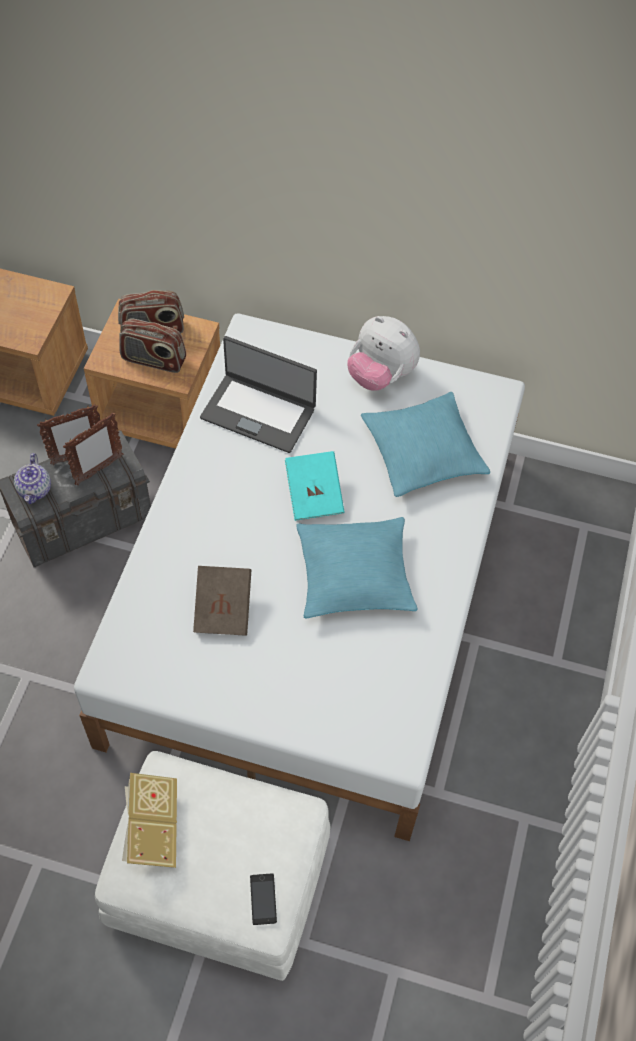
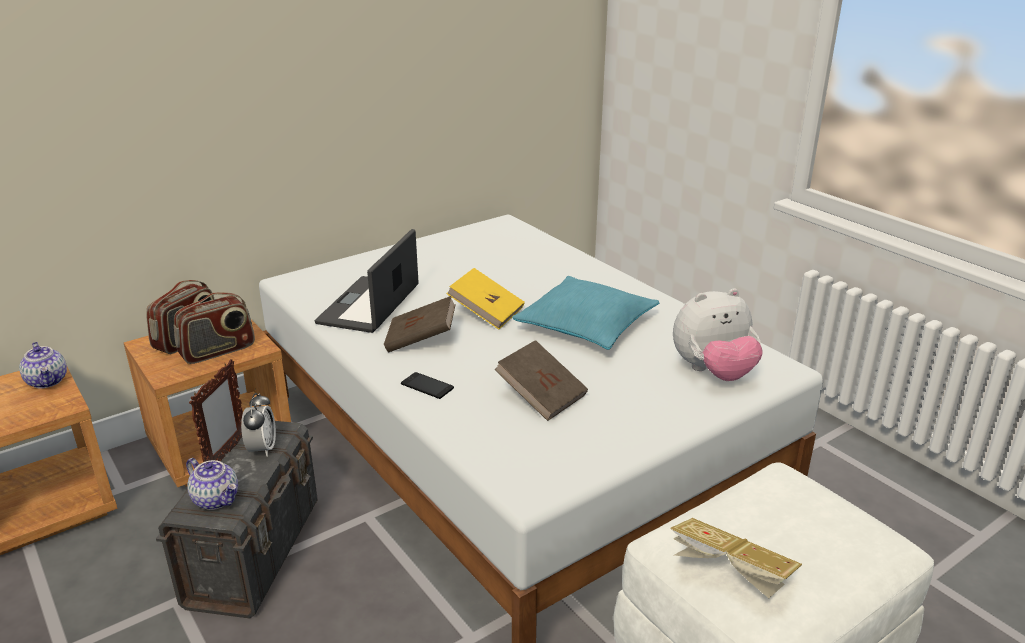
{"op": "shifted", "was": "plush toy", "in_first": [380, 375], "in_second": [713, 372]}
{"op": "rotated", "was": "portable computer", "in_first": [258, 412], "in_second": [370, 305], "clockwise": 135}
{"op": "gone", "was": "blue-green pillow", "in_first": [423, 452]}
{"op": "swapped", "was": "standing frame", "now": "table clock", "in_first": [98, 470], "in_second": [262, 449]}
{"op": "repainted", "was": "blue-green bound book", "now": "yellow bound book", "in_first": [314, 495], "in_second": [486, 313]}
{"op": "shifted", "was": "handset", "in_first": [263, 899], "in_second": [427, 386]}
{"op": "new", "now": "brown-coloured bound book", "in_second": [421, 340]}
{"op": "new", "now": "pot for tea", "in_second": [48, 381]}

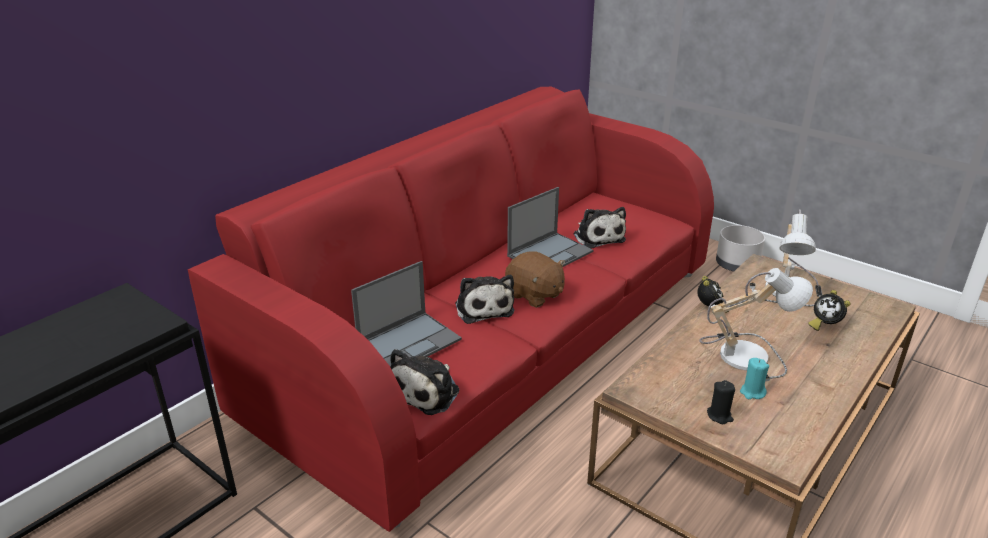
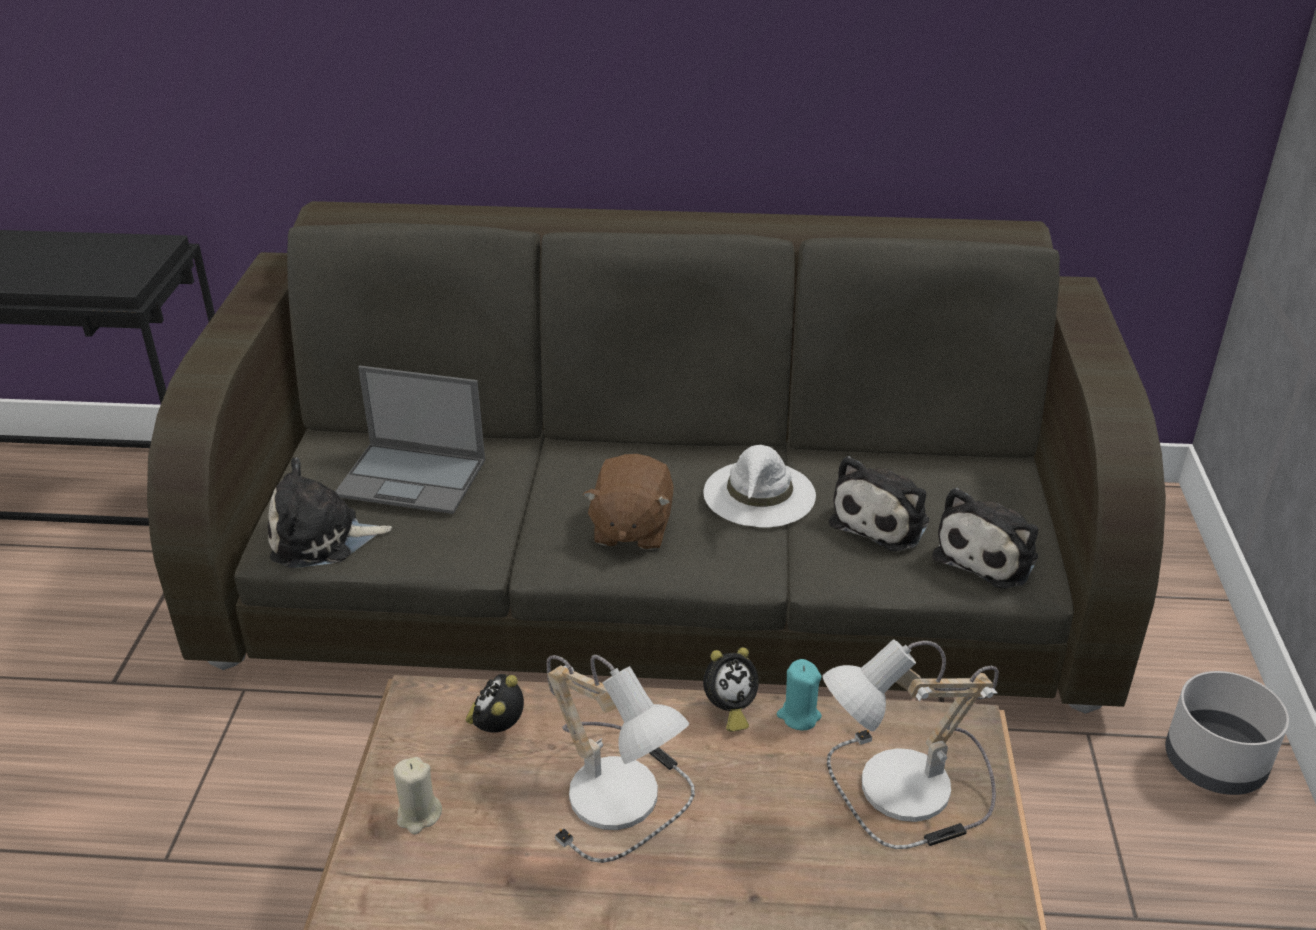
{"op": "repainted", "was": "red sofa", "now": "grey sofa", "in_first": [493, 336], "in_second": [658, 572]}
{"op": "swapped", "was": "portable computer", "now": "whitish wearable hat", "in_first": [550, 253], "in_second": [759, 494]}
{"op": "shifted", "was": "plush toy", "in_first": [483, 307], "in_second": [989, 555]}
{"op": "shifted", "was": "table clock", "in_first": [824, 325], "in_second": [497, 728]}
{"op": "shifted", "was": "blue-green candle", "in_first": [752, 392], "in_second": [799, 716]}
{"op": "repainted", "was": "black-coloured candle", "now": "beige candle", "in_first": [719, 416], "in_second": [418, 815]}

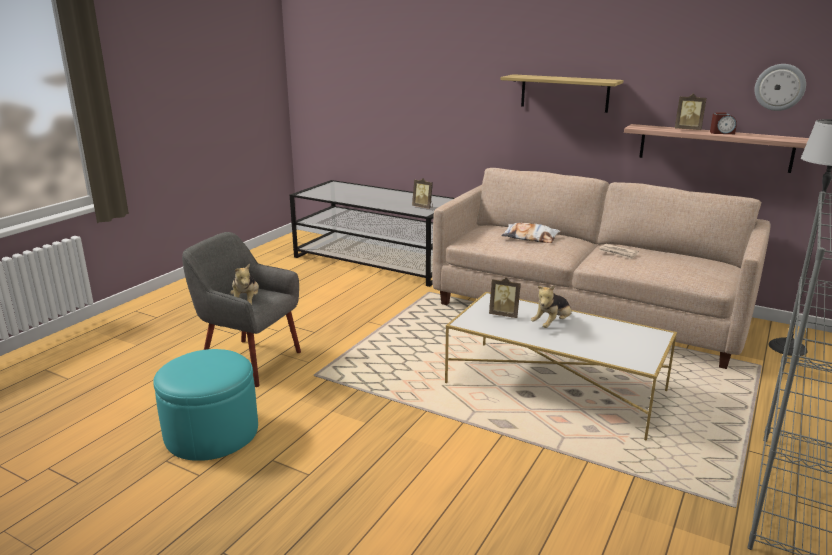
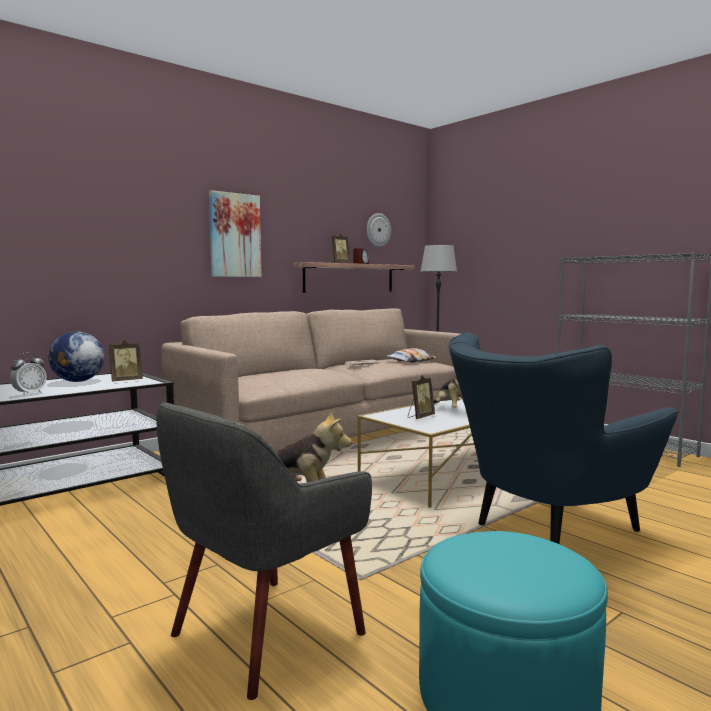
{"op": "swapped", "was": "shelf", "now": "wall picture", "in_first": [564, 93], "in_second": [234, 235]}
{"op": "shifted", "was": "pillow", "in_first": [530, 237], "in_second": [411, 361]}
{"op": "new", "now": "world globe", "in_second": [77, 381]}
{"op": "new", "now": "blue lounge chair", "in_second": [546, 530]}
{"op": "new", "now": "table clock", "in_second": [29, 394]}

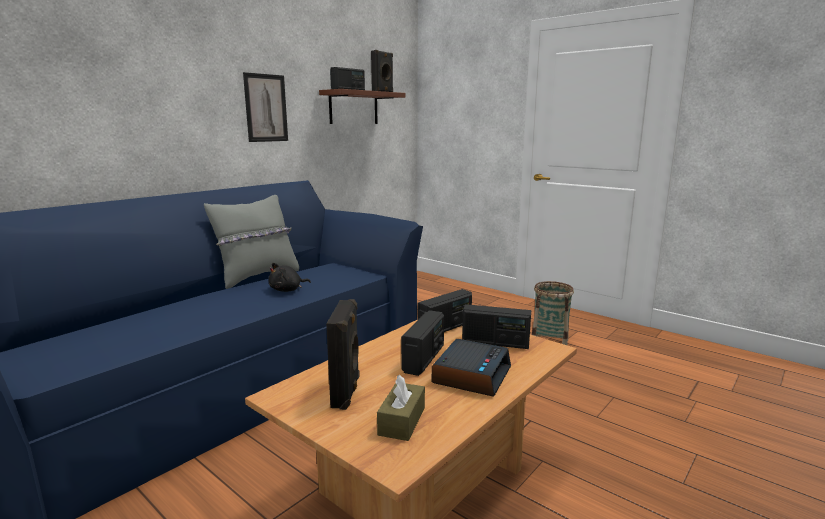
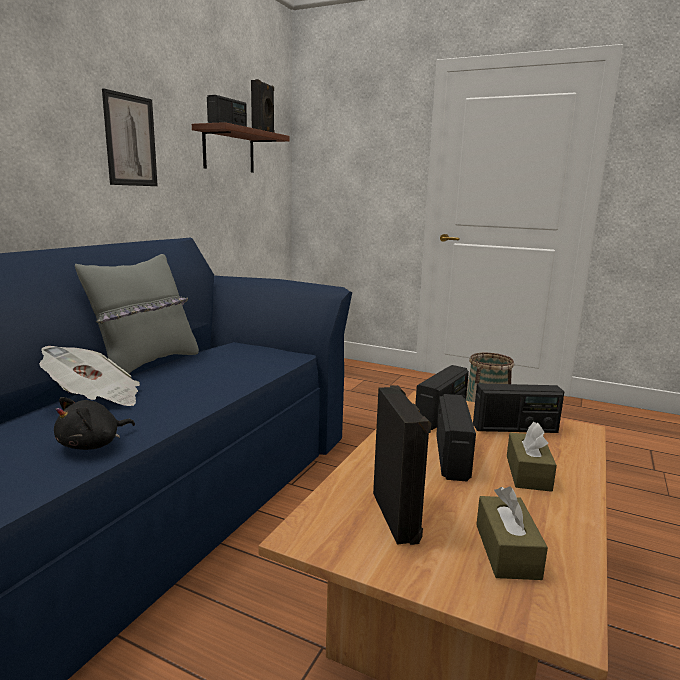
{"op": "shifted", "was": "black-coloured plush toy", "in_first": [287, 290], "in_second": [93, 444]}
{"op": "swapped", "was": "table clock", "now": "brown-coloured tissue holder", "in_first": [471, 375], "in_second": [528, 473]}
{"op": "new", "now": "newspaper", "in_second": [96, 398]}

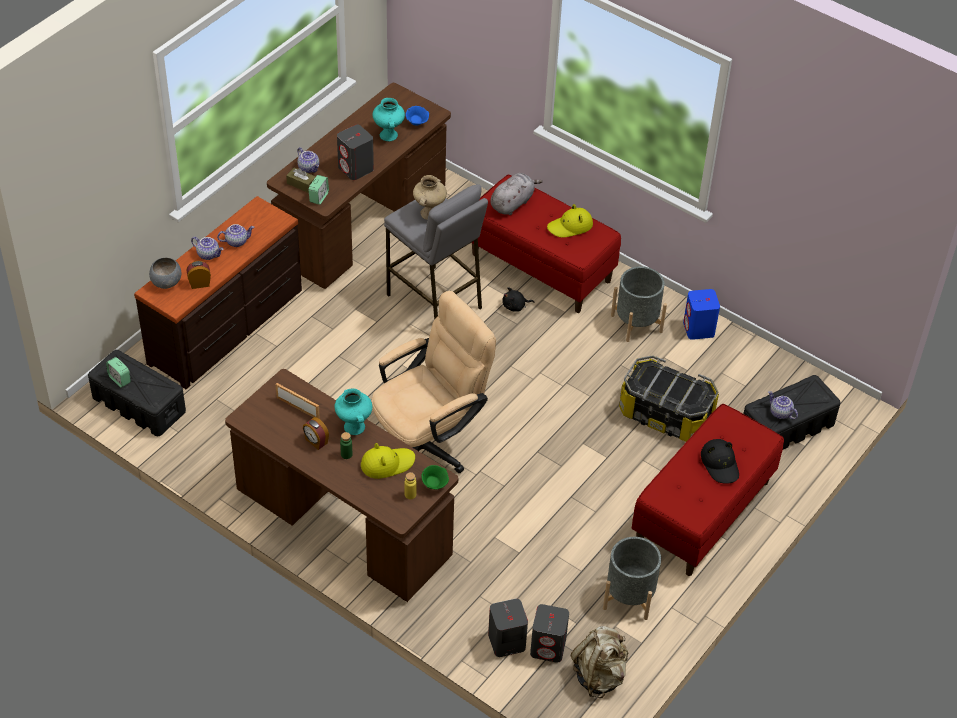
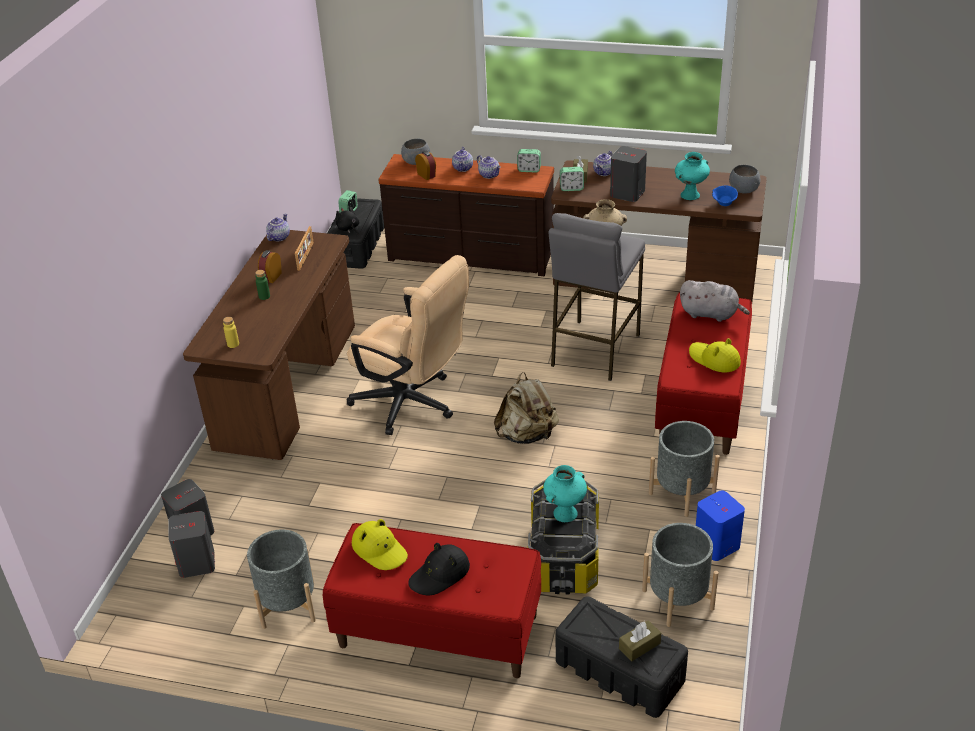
{"op": "shifted", "was": "black-coloured plush toy", "in_first": [515, 306], "in_second": [348, 229]}
{"op": "shifted", "was": "blue-green flower vase", "in_first": [353, 426], "in_second": [565, 513]}
{"op": "shifted", "was": "pot for tea", "in_first": [780, 413], "in_second": [278, 237]}
{"op": "shifted", "was": "yellow wearable hat", "in_first": [387, 463], "in_second": [380, 550]}
{"op": "gone", "was": "green serving bowl", "in_first": [434, 484]}
{"op": "shifted", "was": "beige knapsack", "in_first": [599, 675], "in_second": [527, 435]}
{"op": "new", "now": "table clock", "in_second": [529, 169]}
{"op": "new", "now": "grey serving bowl", "in_second": [743, 190]}
{"op": "new", "now": "grey plant pot", "in_second": [677, 599]}
{"op": "new", "now": "brown-coloured tissue holder", "in_second": [639, 646]}

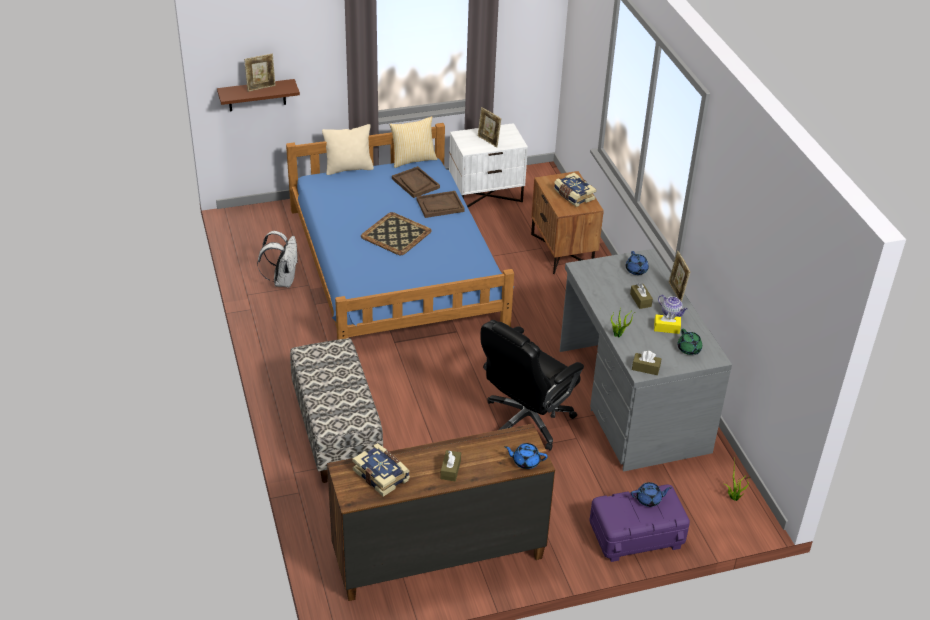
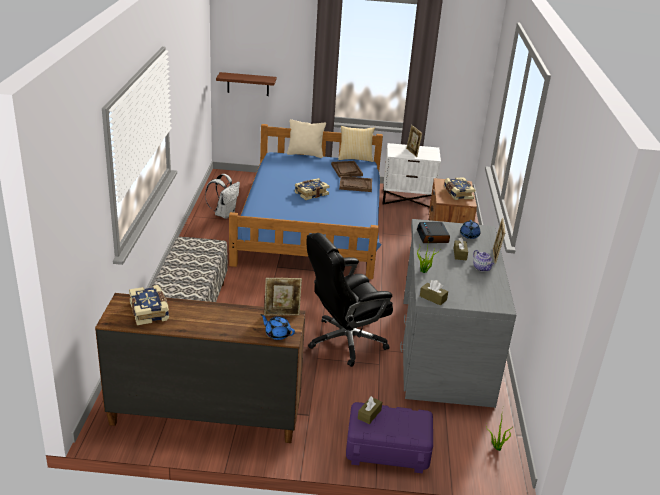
{"op": "shifted", "was": "standing frame", "in_first": [261, 88], "in_second": [282, 314]}
{"op": "swapped", "was": "tray", "now": "bound book", "in_first": [397, 234], "in_second": [311, 193]}
{"op": "gone", "was": "yellow tissue holder", "in_first": [666, 328]}
{"op": "gone", "was": "green pot for tea", "in_first": [689, 349]}
{"op": "shifted", "was": "brown-coloured tissue holder", "in_first": [450, 470], "in_second": [369, 414]}
{"op": "gone", "was": "blue pot for tea", "in_first": [649, 499]}
{"op": "new", "now": "table clock", "in_second": [433, 237]}

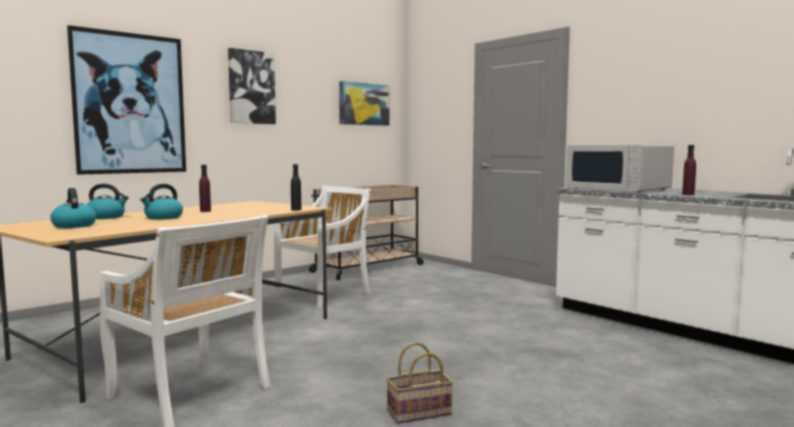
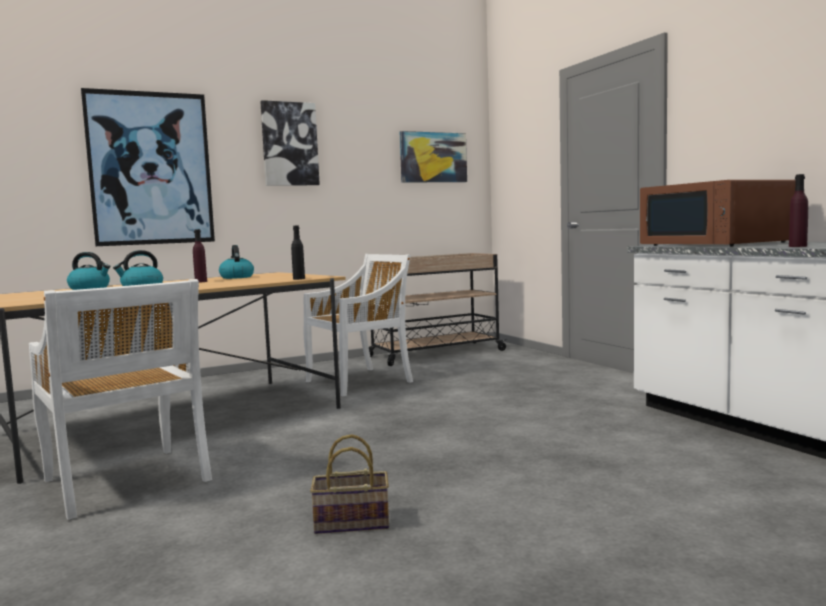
{"op": "repainted", "was": "whitish microwave oven", "now": "brown-coloured microwave oven", "in_first": [618, 189], "in_second": [715, 244]}
{"op": "shifted", "was": "water kettle", "in_first": [74, 225], "in_second": [236, 277]}

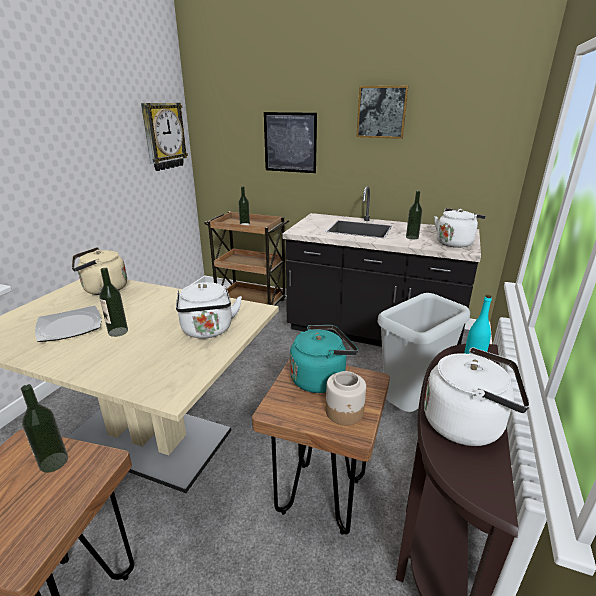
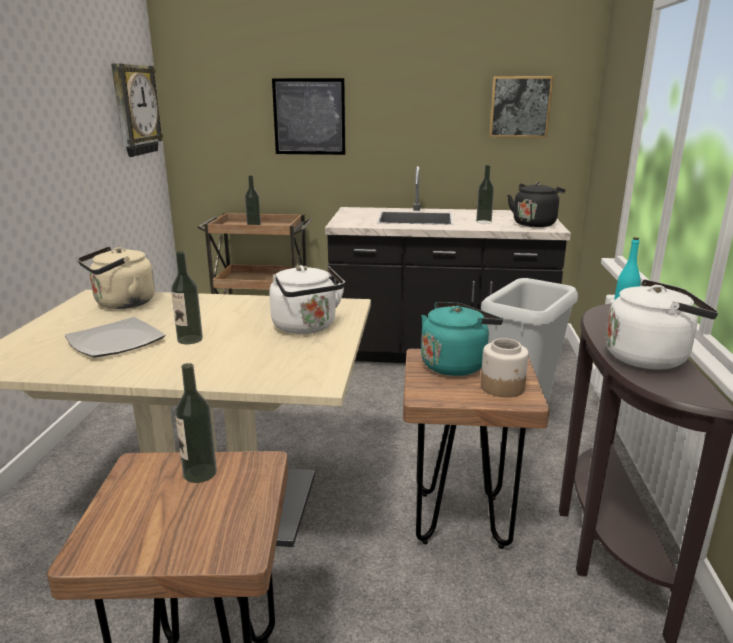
{"op": "shifted", "was": "wall picture", "in_first": [381, 112], "in_second": [520, 107]}
{"op": "repainted", "was": "whitish water kettle", "now": "black-coloured water kettle", "in_first": [455, 243], "in_second": [534, 224]}

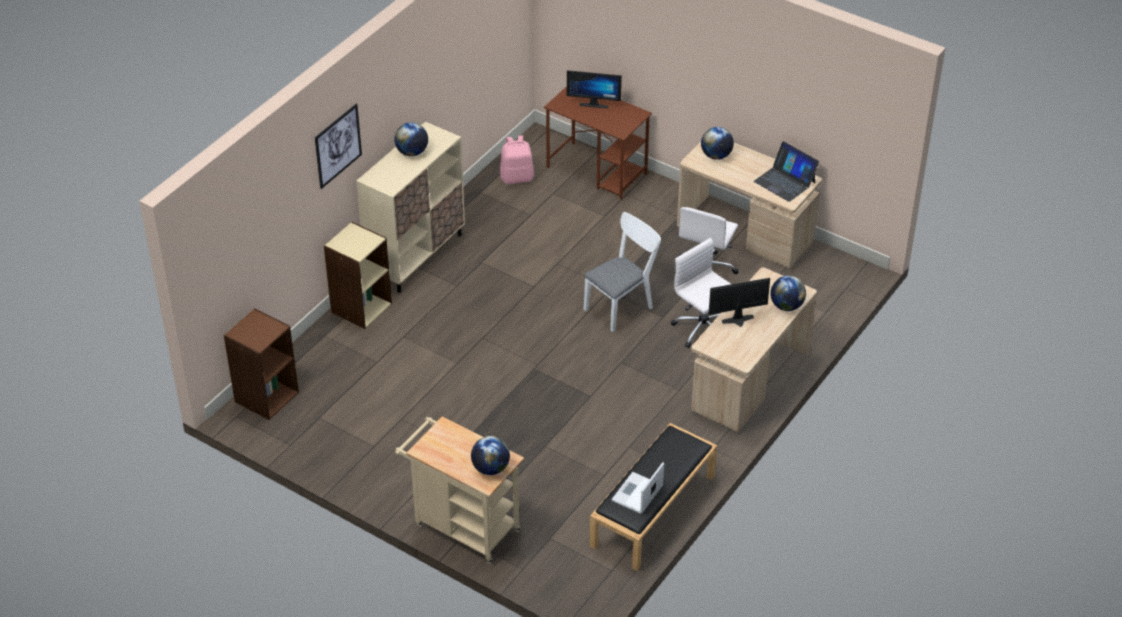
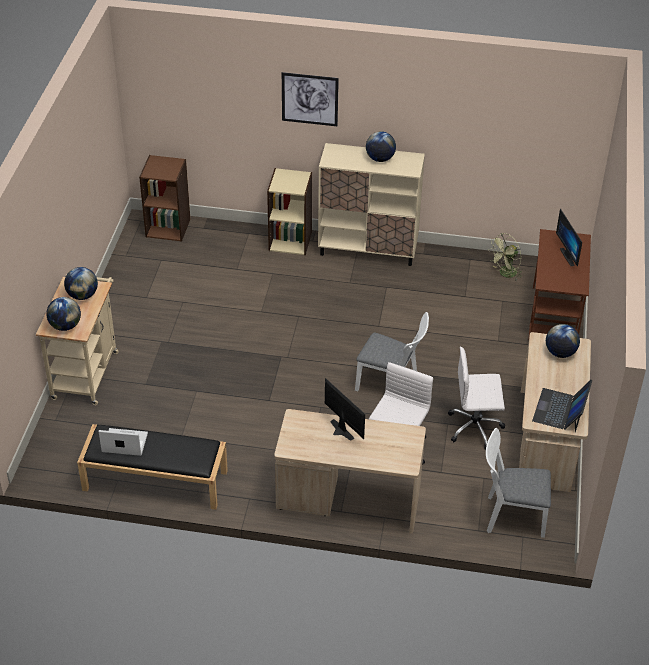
{"op": "swapped", "was": "pink knapsack", "now": "green cooling fan", "in_first": [517, 178], "in_second": [505, 274]}
{"op": "shifted", "was": "world globe", "in_first": [786, 306], "in_second": [82, 295]}
{"op": "new", "now": "whitish upright chair", "in_second": [510, 516]}

